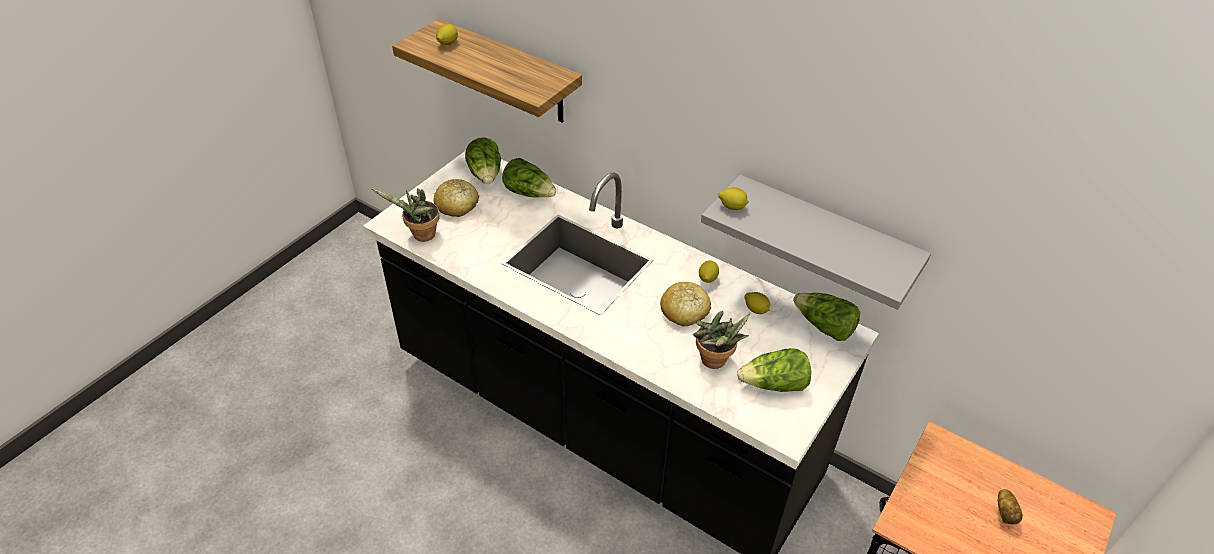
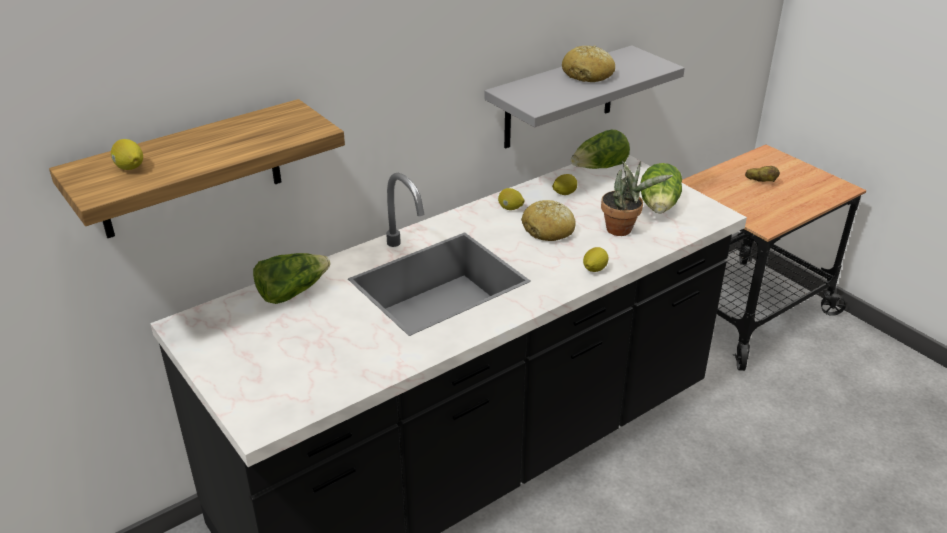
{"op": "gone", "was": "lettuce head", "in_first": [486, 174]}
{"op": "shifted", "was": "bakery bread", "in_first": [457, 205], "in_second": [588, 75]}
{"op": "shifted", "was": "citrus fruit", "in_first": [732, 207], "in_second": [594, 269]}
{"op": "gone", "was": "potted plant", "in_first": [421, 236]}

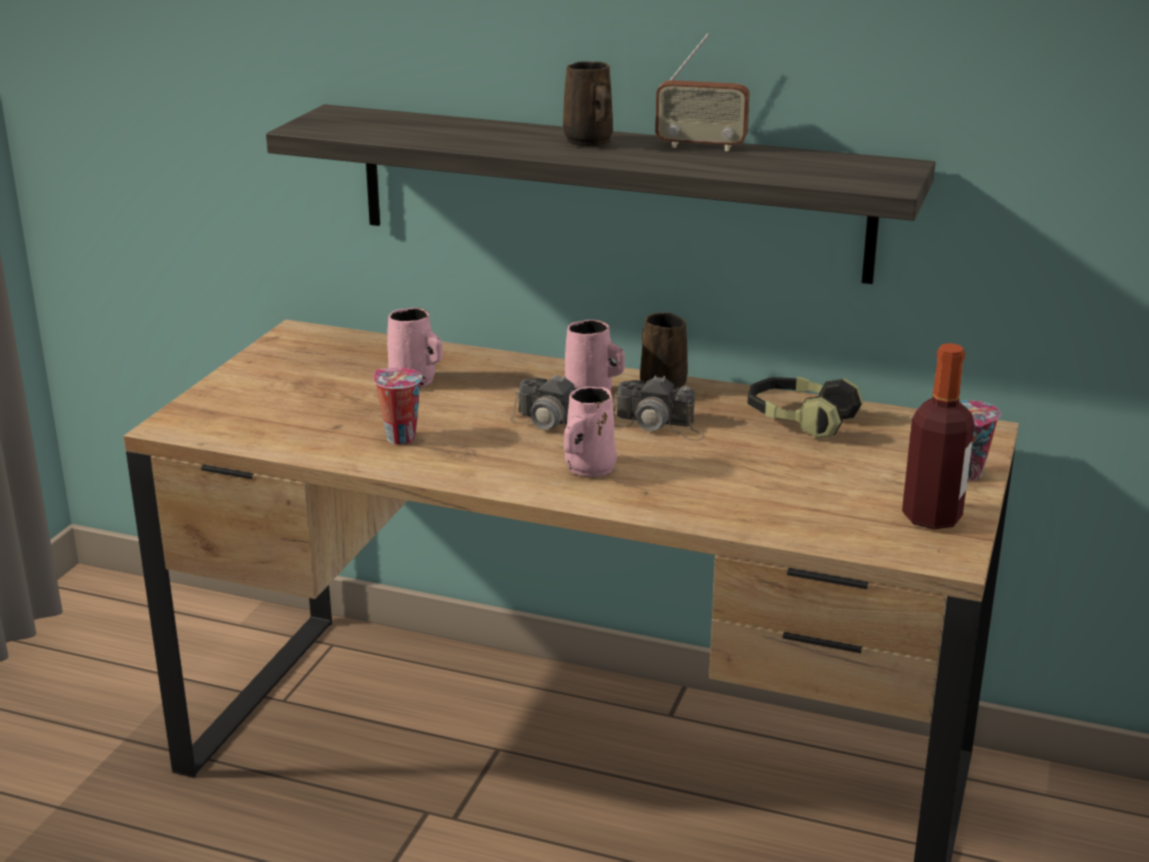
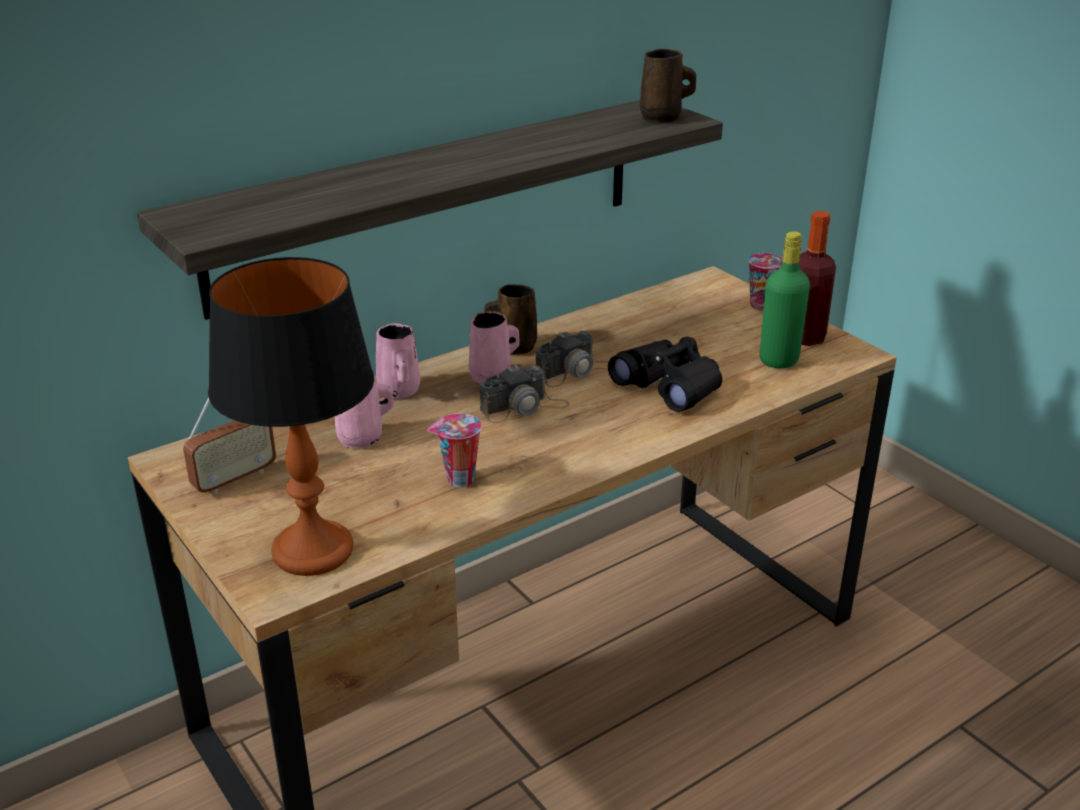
{"op": "shifted", "was": "radio", "in_first": [701, 146], "in_second": [234, 479]}
{"op": "shifted", "was": "brown-coloured tea mug", "in_first": [589, 142], "in_second": [663, 118]}
{"op": "gone", "was": "pair of headphones", "in_first": [799, 421]}
{"op": "shifted", "was": "pink tea mug", "in_first": [588, 469], "in_second": [399, 391]}
{"op": "new", "now": "green bottle", "in_second": [778, 360]}
{"op": "new", "now": "table lamp", "in_second": [311, 551]}
{"op": "new", "now": "black-coloured field glasses", "in_second": [669, 386]}

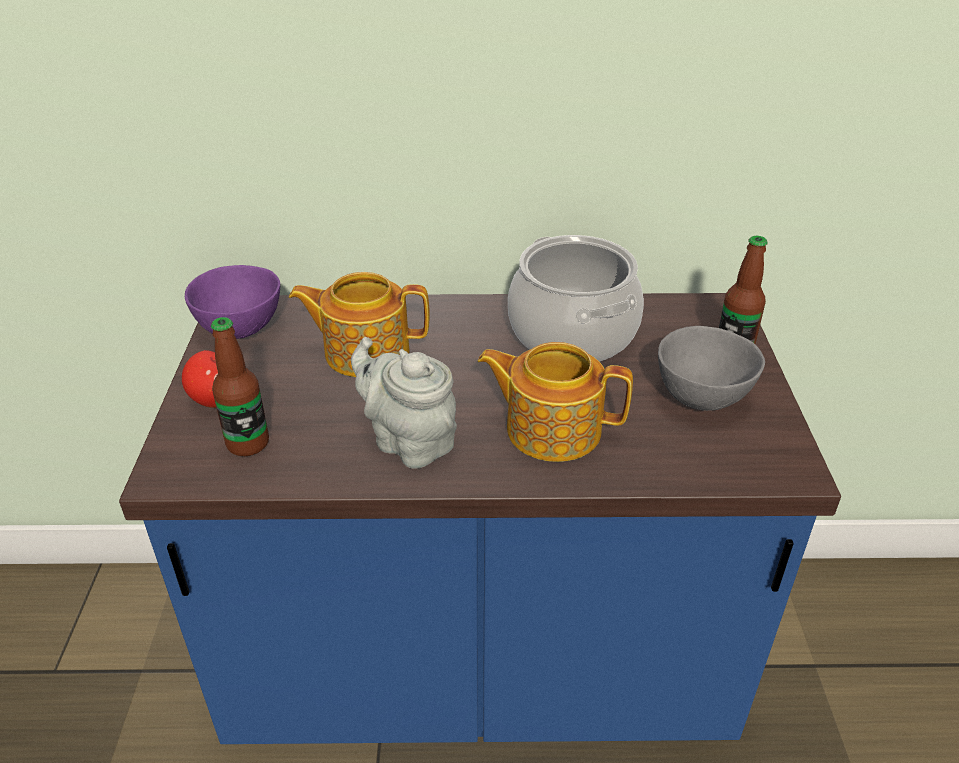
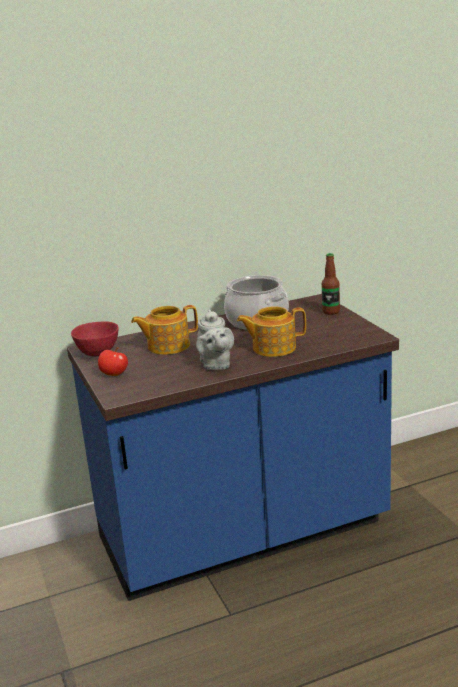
{"op": "repainted", "was": "purple serving bowl", "now": "red serving bowl", "in_first": [242, 329], "in_second": [98, 353]}
{"op": "gone", "was": "bottle", "in_first": [248, 443]}
{"op": "gone", "was": "grey serving bowl", "in_first": [703, 398]}
{"op": "rotated", "was": "grey pot for tea", "in_first": [409, 441], "in_second": [215, 365], "clockwise": -120}

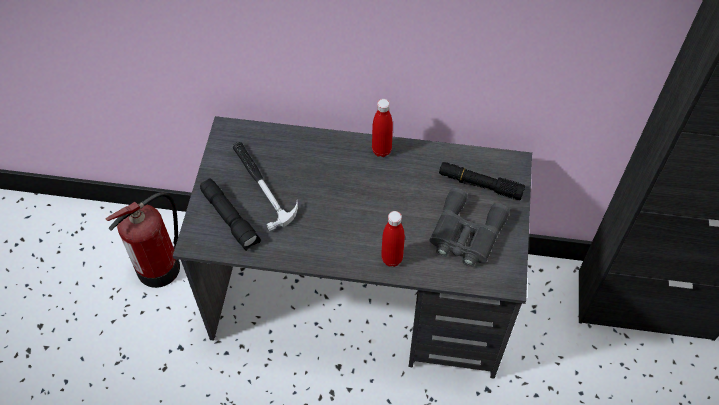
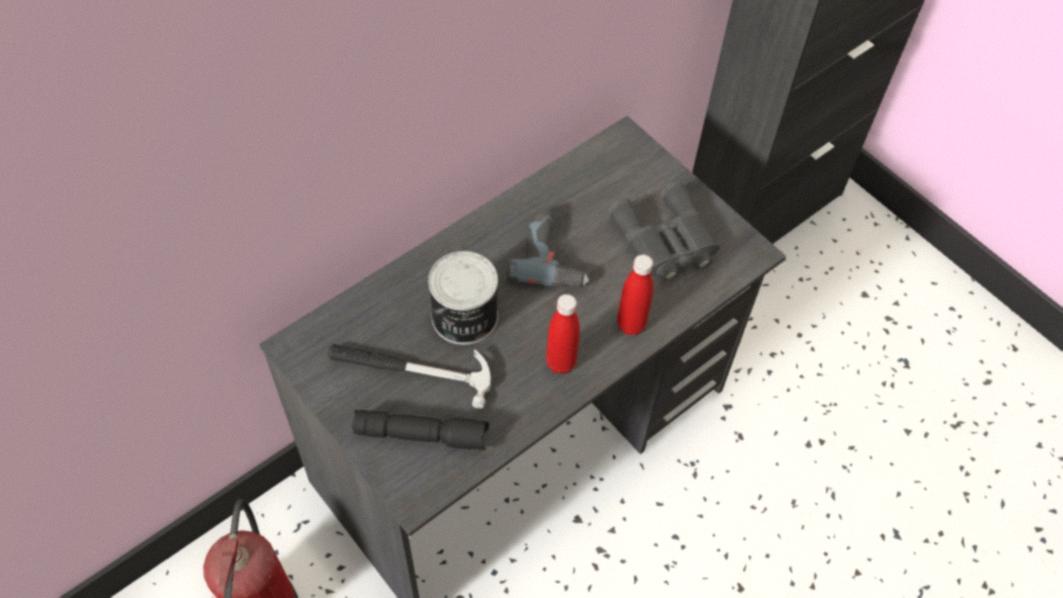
{"op": "shifted", "was": "red bottle", "in_first": [381, 150], "in_second": [560, 363]}
{"op": "gone", "was": "black-coloured flashlight", "in_first": [480, 184]}
{"op": "new", "now": "electric drill", "in_second": [552, 255]}
{"op": "new", "now": "can", "in_second": [464, 318]}

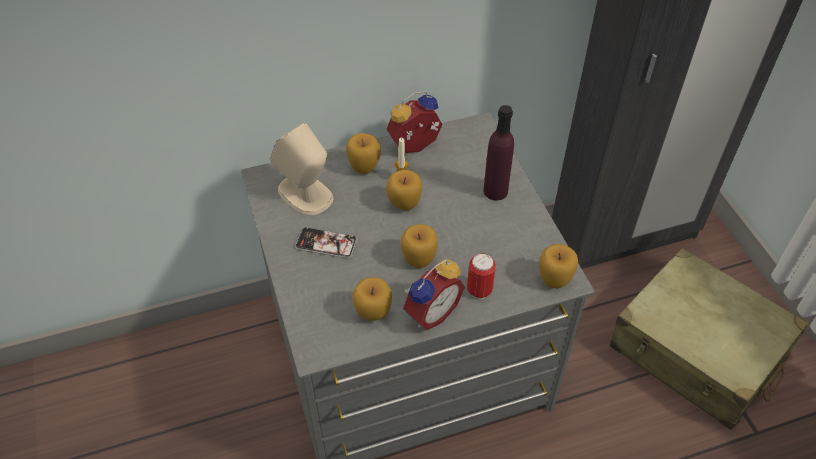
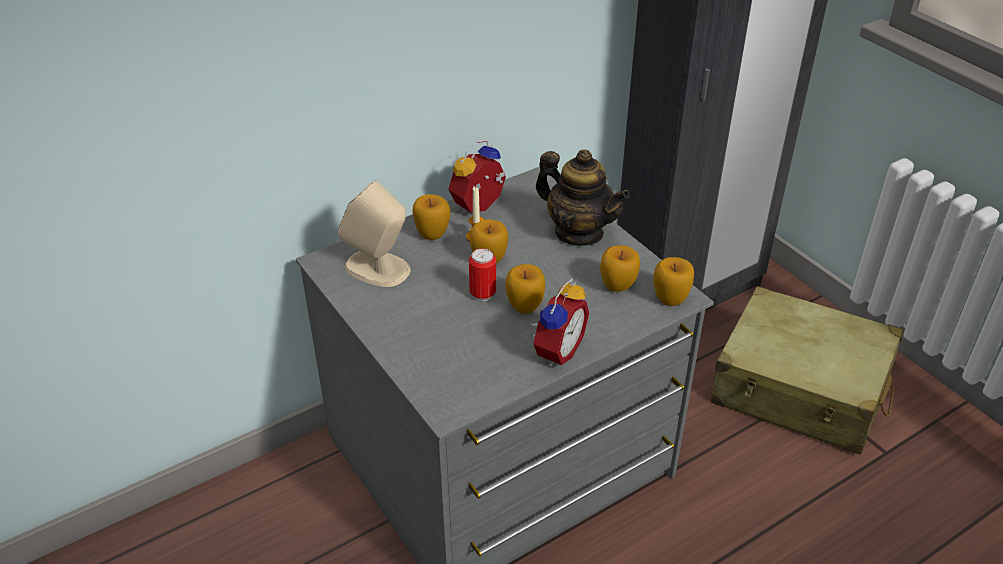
{"op": "swapped", "was": "purple bottle", "now": "pot for tea", "in_first": [495, 191], "in_second": [579, 232]}
{"op": "gone", "was": "handset", "in_first": [326, 243]}
{"op": "shifted", "was": "can", "in_first": [479, 290], "in_second": [483, 294]}
{"op": "shifted", "was": "apple fruit", "in_first": [373, 313], "in_second": [617, 287]}

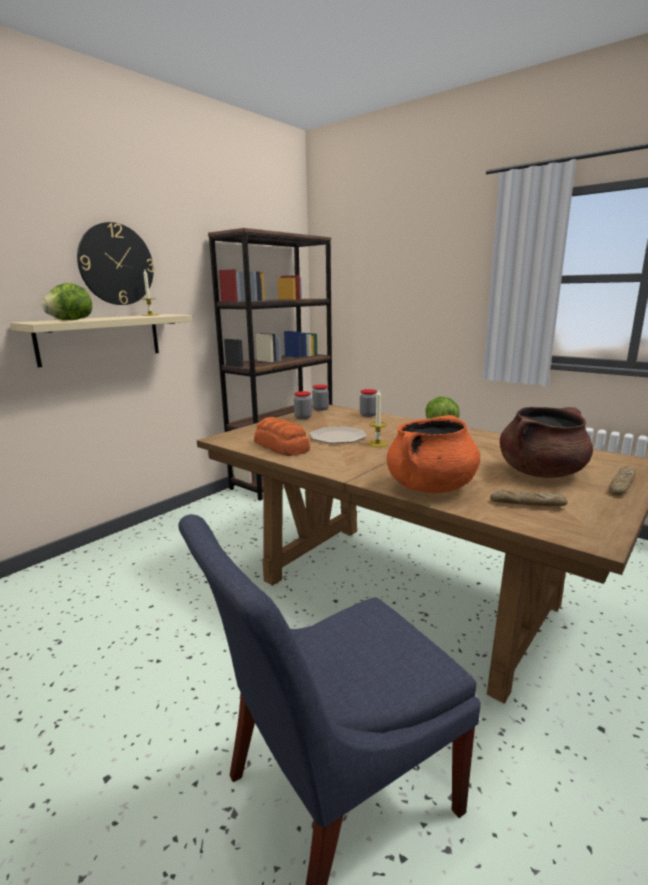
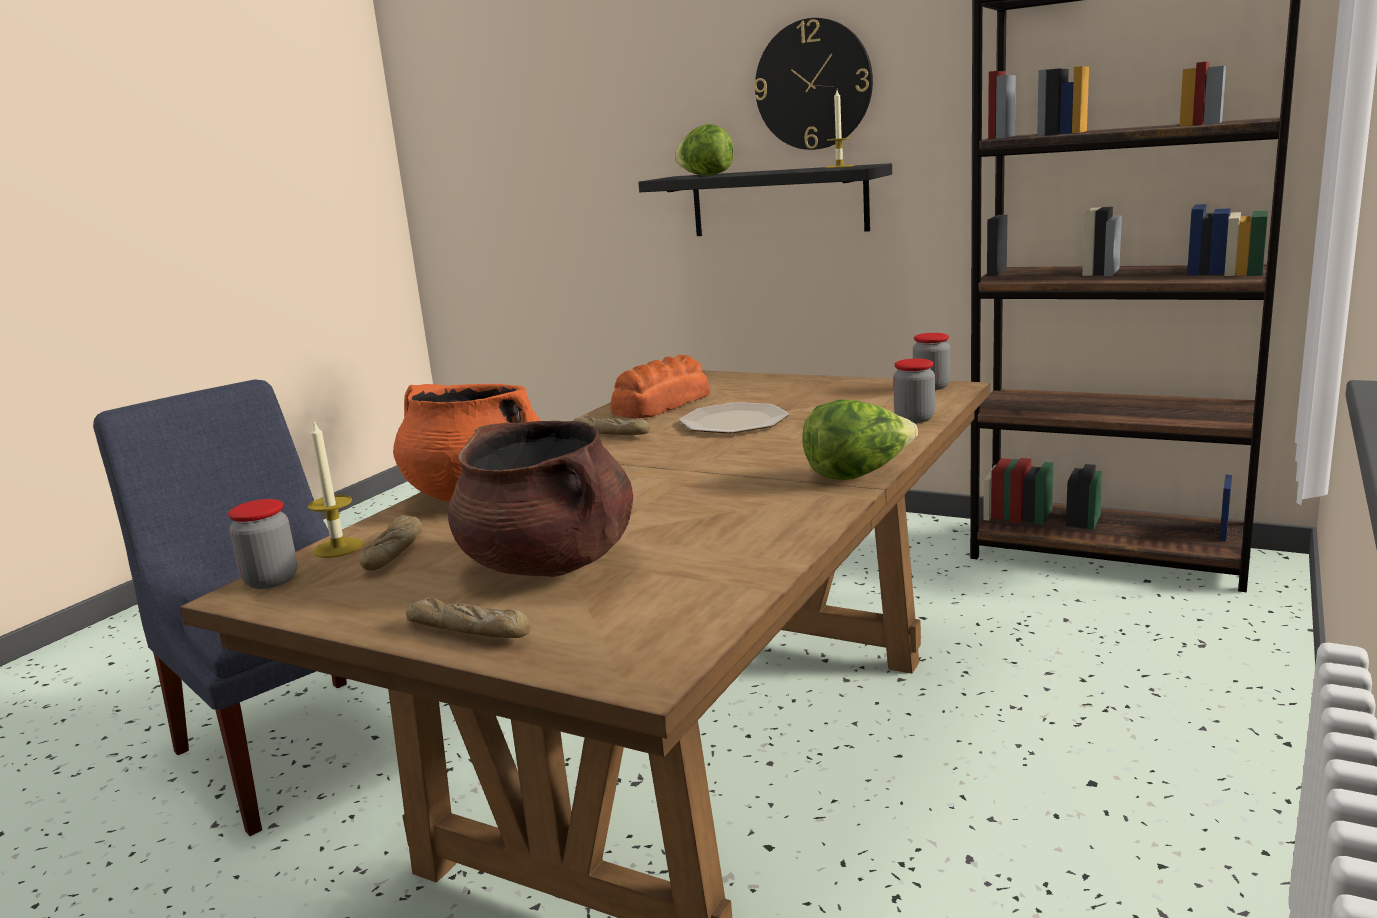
{"op": "repainted", "was": "beige shelf", "now": "black-coloured shelf", "in_first": [100, 338], "in_second": [778, 202]}
{"op": "shifted", "was": "candle", "in_first": [377, 444], "in_second": [338, 548]}
{"op": "shifted", "was": "preserve jar", "in_first": [303, 417], "in_second": [271, 580]}
{"op": "new", "now": "bakery bread", "in_second": [610, 435]}

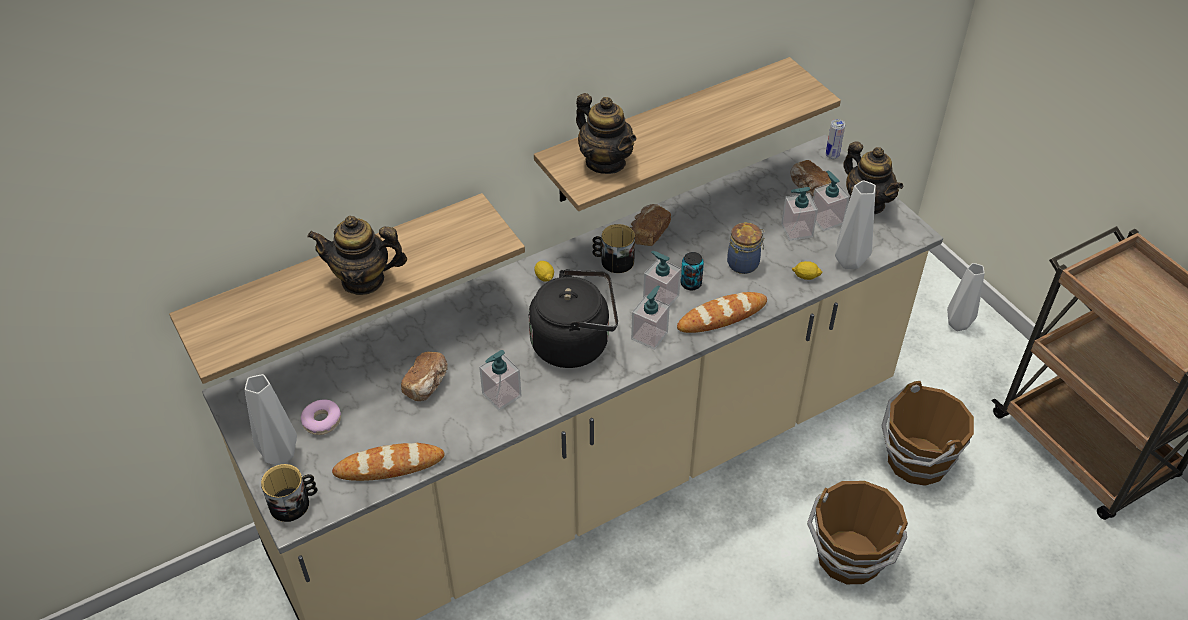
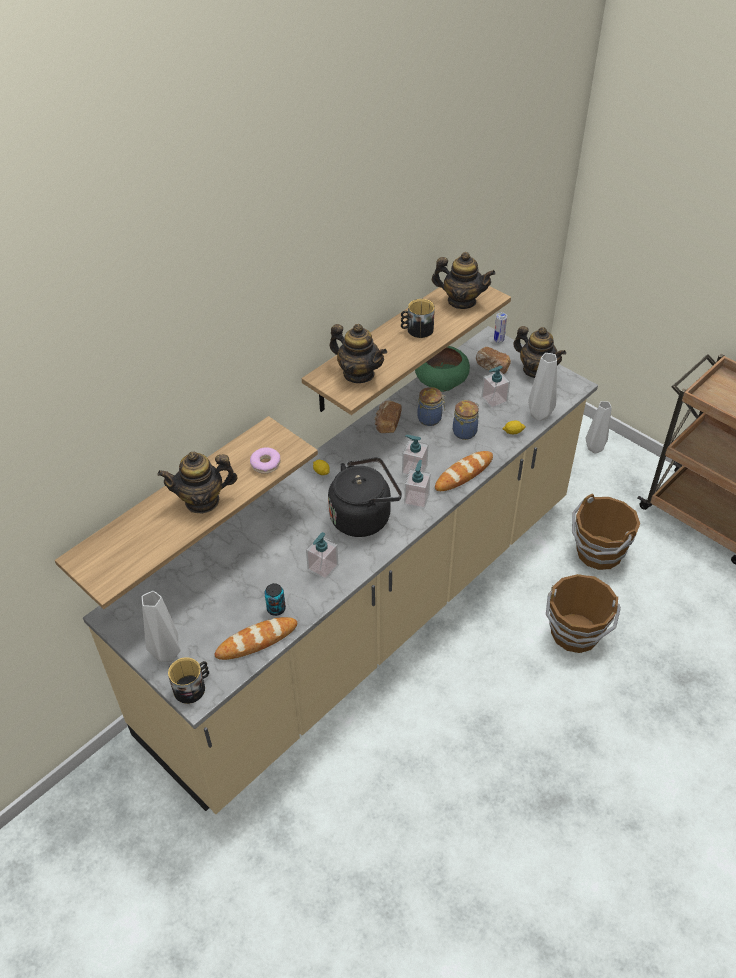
{"op": "gone", "was": "liquid soap bottle", "in_first": [826, 220]}
{"op": "shifted", "was": "tea mug", "in_first": [613, 261], "in_second": [416, 330]}
{"op": "shifted", "was": "can", "in_first": [691, 284], "in_second": [276, 609]}
{"op": "gone", "was": "bakery bread", "in_first": [427, 385]}
{"op": "shifted", "was": "doughnut", "in_first": [322, 421], "in_second": [265, 464]}
{"op": "new", "now": "pot for tea", "in_second": [461, 301]}
{"op": "new", "now": "green serving bowl", "in_second": [440, 381]}
{"op": "new", "now": "preserve jar", "in_second": [430, 419]}

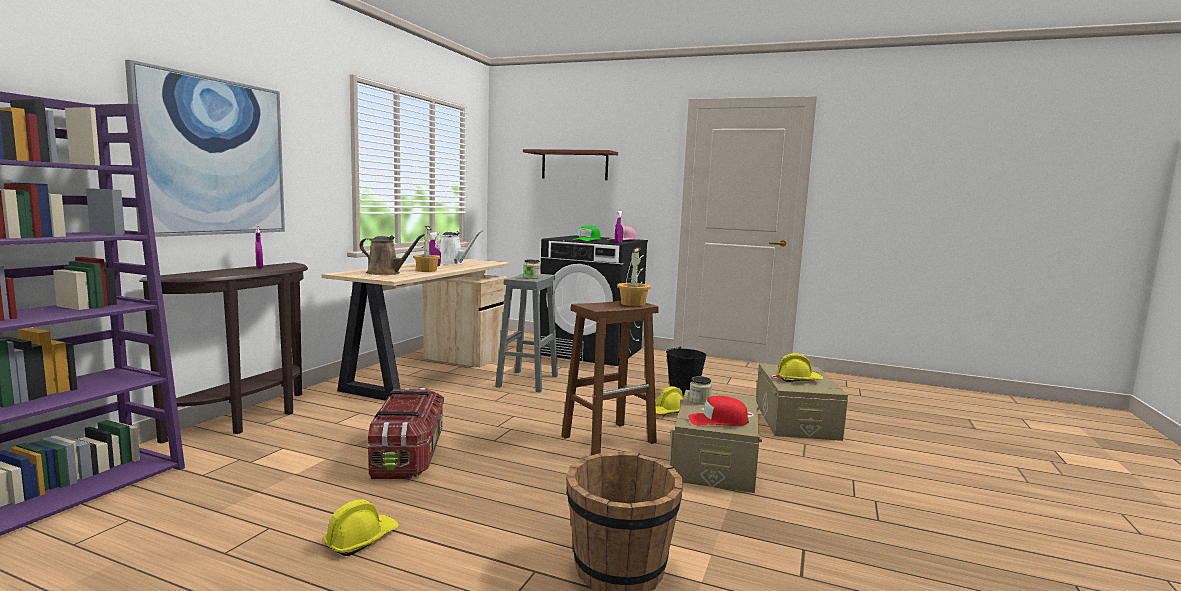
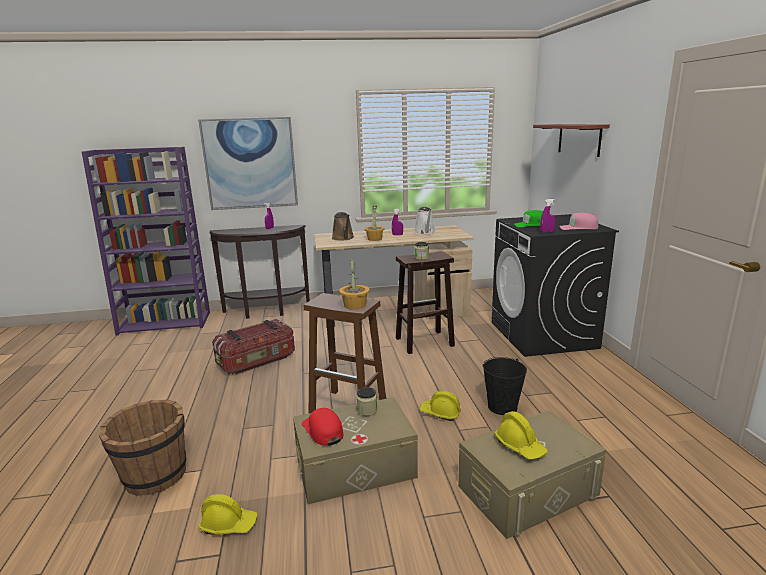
{"op": "repainted", "was": "grey stool", "now": "brown-coloured stool", "in_first": [527, 381], "in_second": [423, 342]}
{"op": "shifted", "was": "yellow work helmet", "in_first": [361, 540], "in_second": [229, 524]}

